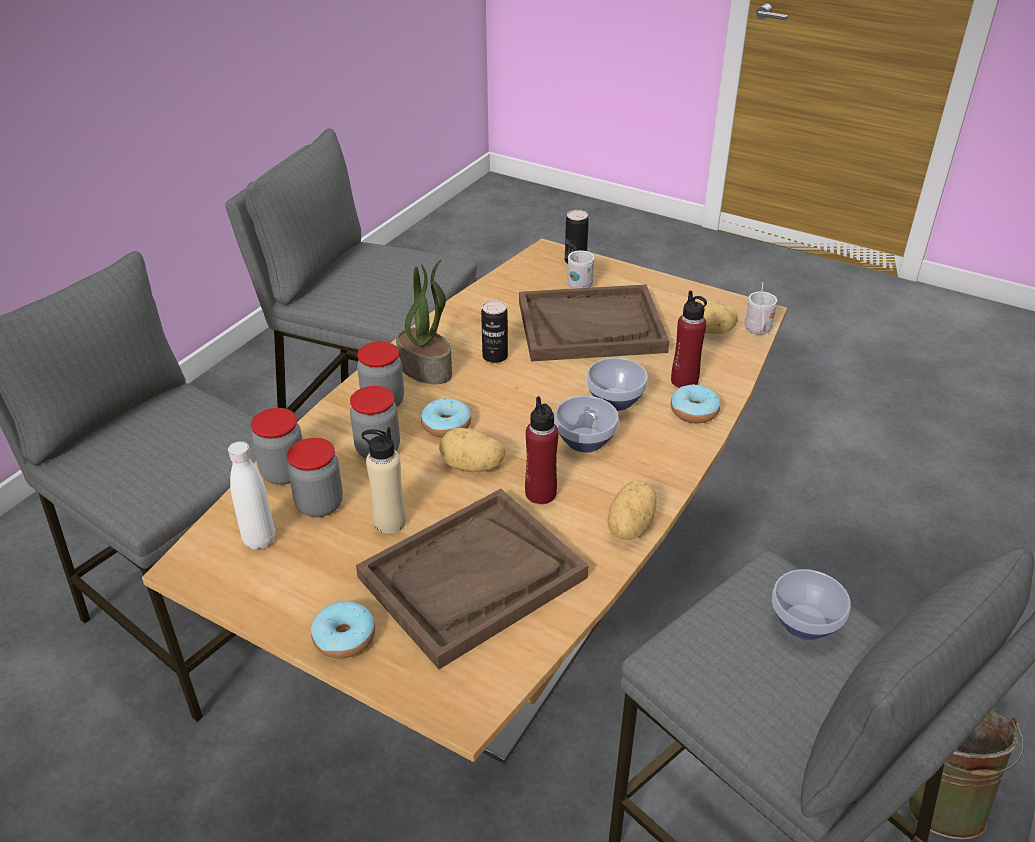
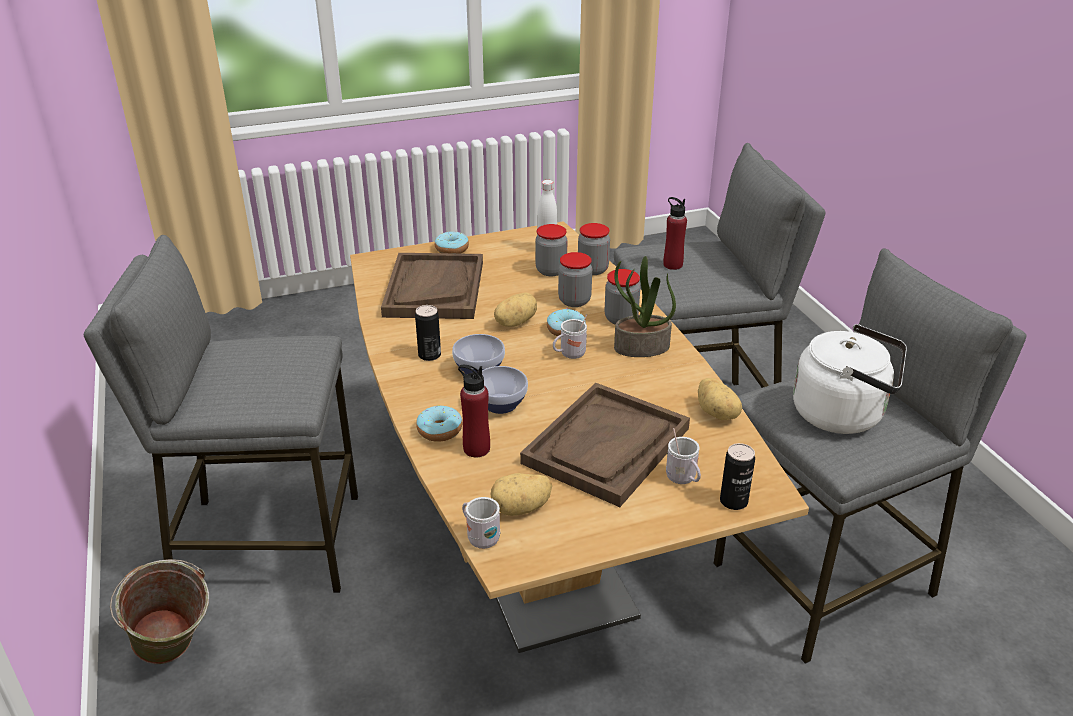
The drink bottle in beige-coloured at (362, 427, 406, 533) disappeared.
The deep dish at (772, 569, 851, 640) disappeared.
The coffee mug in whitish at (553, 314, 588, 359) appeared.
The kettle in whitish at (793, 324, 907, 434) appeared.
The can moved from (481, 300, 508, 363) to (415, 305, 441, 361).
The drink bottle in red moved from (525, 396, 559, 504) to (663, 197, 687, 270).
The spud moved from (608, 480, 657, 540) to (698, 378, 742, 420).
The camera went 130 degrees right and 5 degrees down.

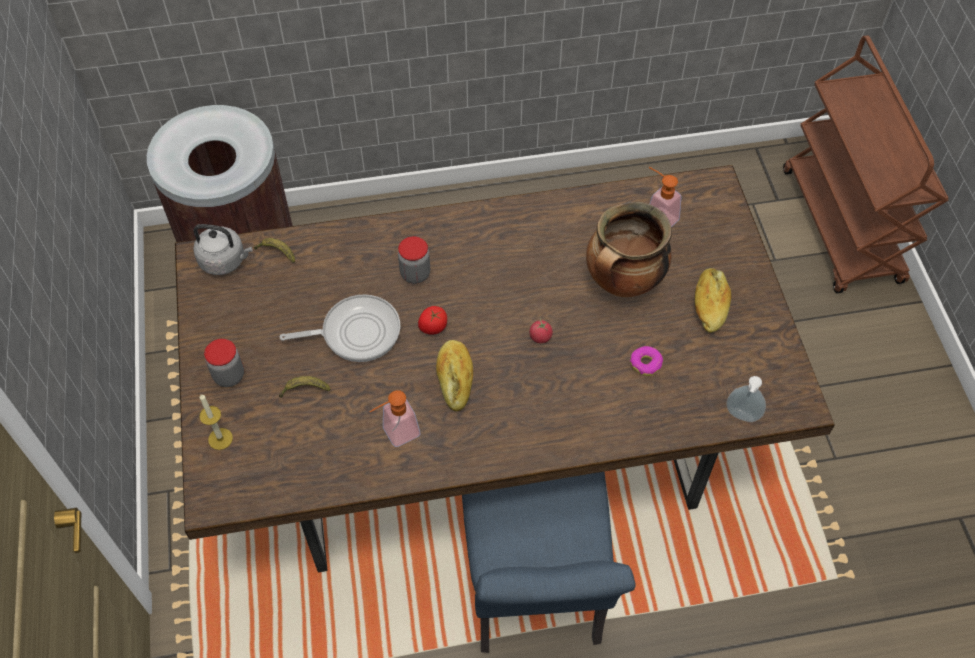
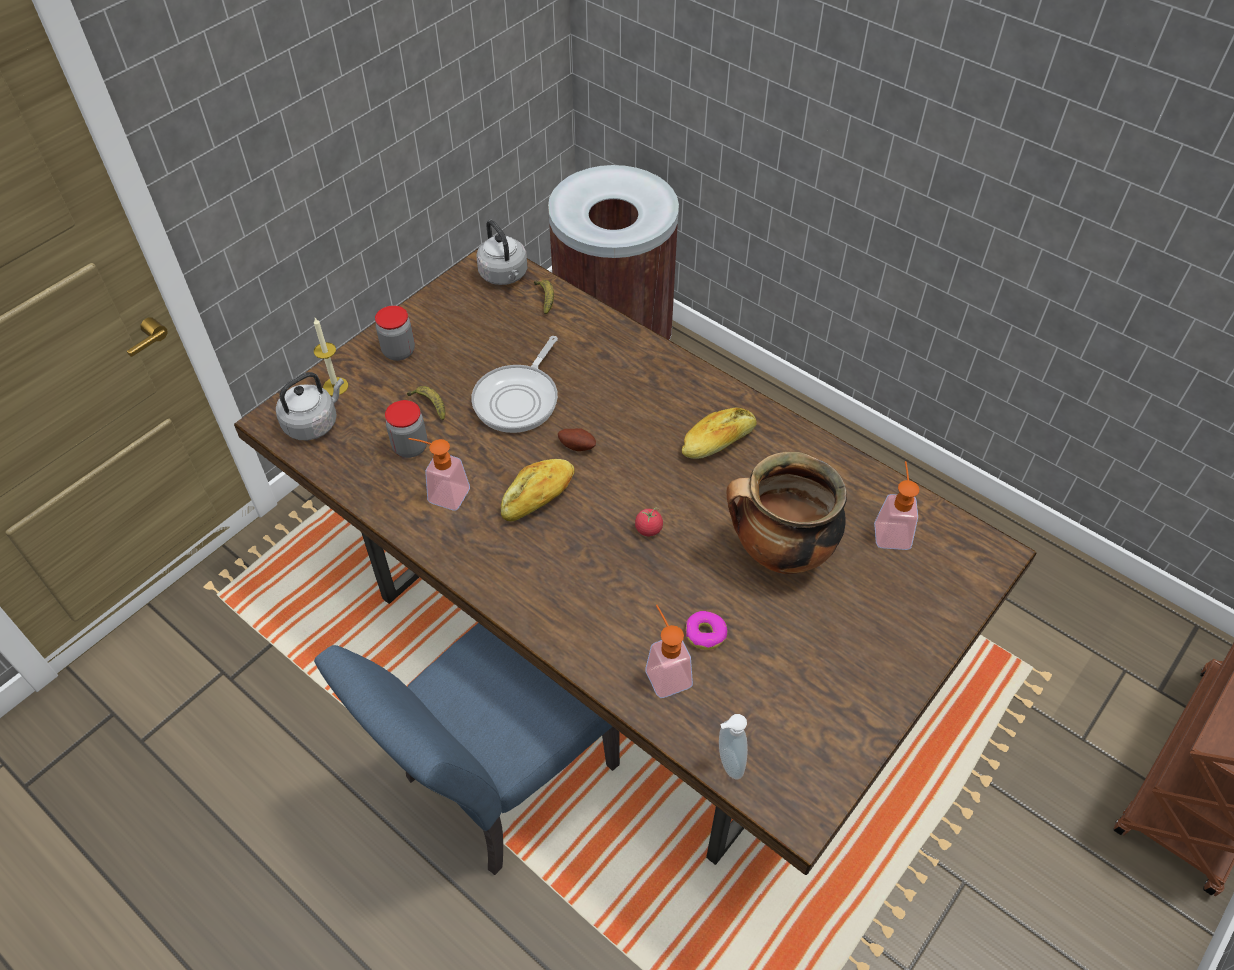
The kettle in greyish at (276, 372, 344, 440) appeared.
The liquid soap bottle at (646, 605, 693, 698) appeared.
The storage jar moved from (398, 236, 430, 284) to (385, 400, 428, 458).
The bakery bread moved from (695, 268, 731, 333) to (682, 408, 757, 459).
The tomato at (418, 306, 447, 335) was replaced by the spud at (558, 428, 596, 451).
The skillet at (280, 294, 400, 362) turned 75 degrees clockwise.
The camera went 50 degrees right and 5 degrees down.

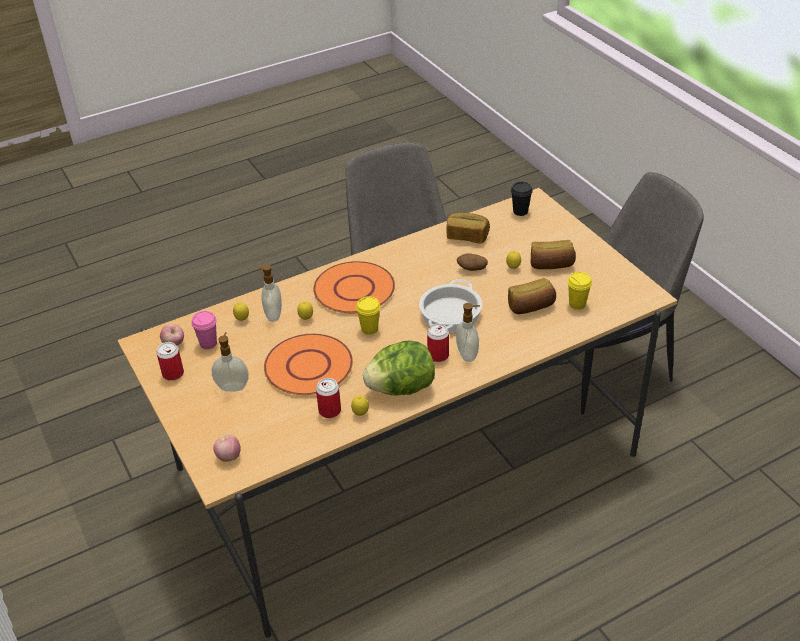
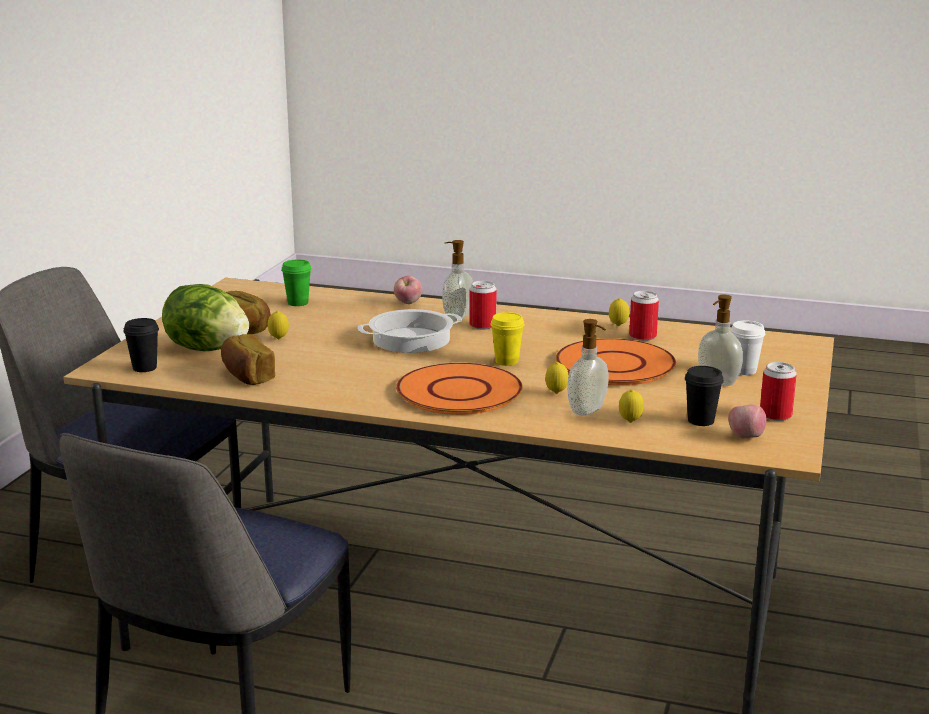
The spud at (457, 253, 488, 271) disappeared.
The bakery bread at (508, 278, 556, 314) disappeared.
The drinking cup in whitish at (730, 321, 765, 375) appeared.
The apple fruit moved from (213, 435, 241, 462) to (394, 276, 422, 304).
The lettuce moved from (363, 340, 435, 395) to (162, 284, 249, 351).
The drinking cup in pink at (191, 311, 217, 349) became the drinking cup in blackish at (685, 366, 724, 426).
The drinking cup in yellow at (567, 272, 592, 310) became the drinking cup in greenish at (281, 260, 312, 306).
The camera went 135 degrees left and 20 degrees down.

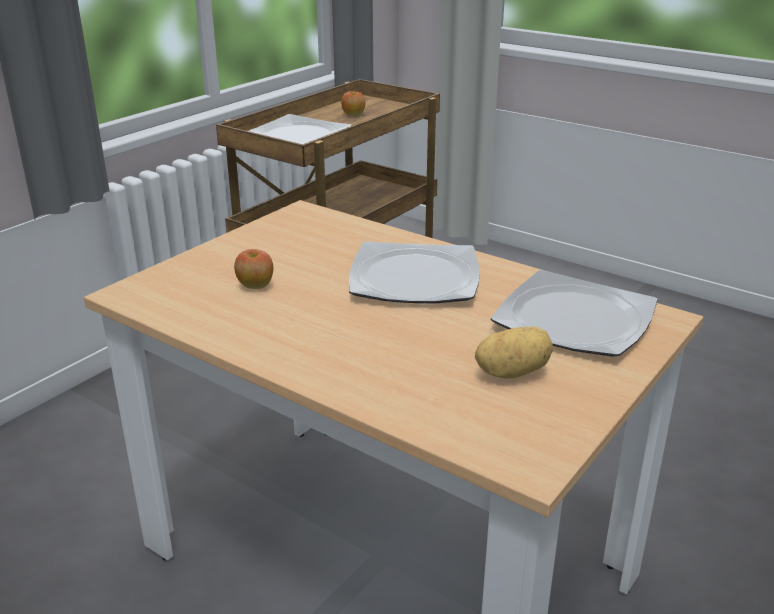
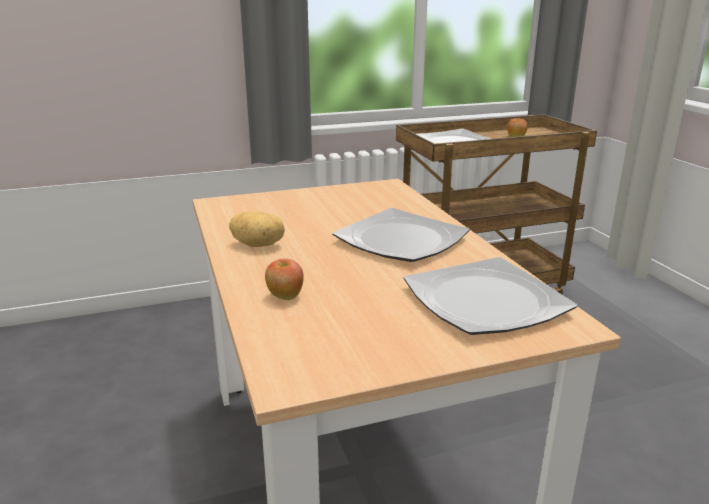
The apple fruit moved from (234, 249, 273, 289) to (265, 259, 304, 300).
The spud moved from (475, 327, 553, 378) to (229, 212, 285, 247).
The camera went 35 degrees right and 5 degrees down.

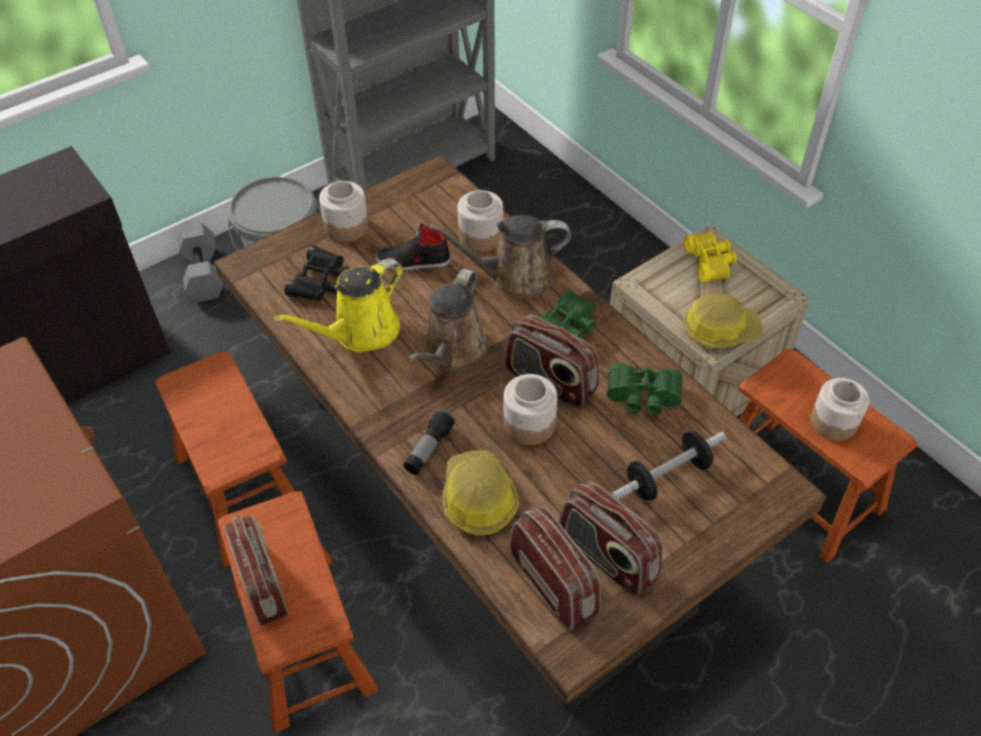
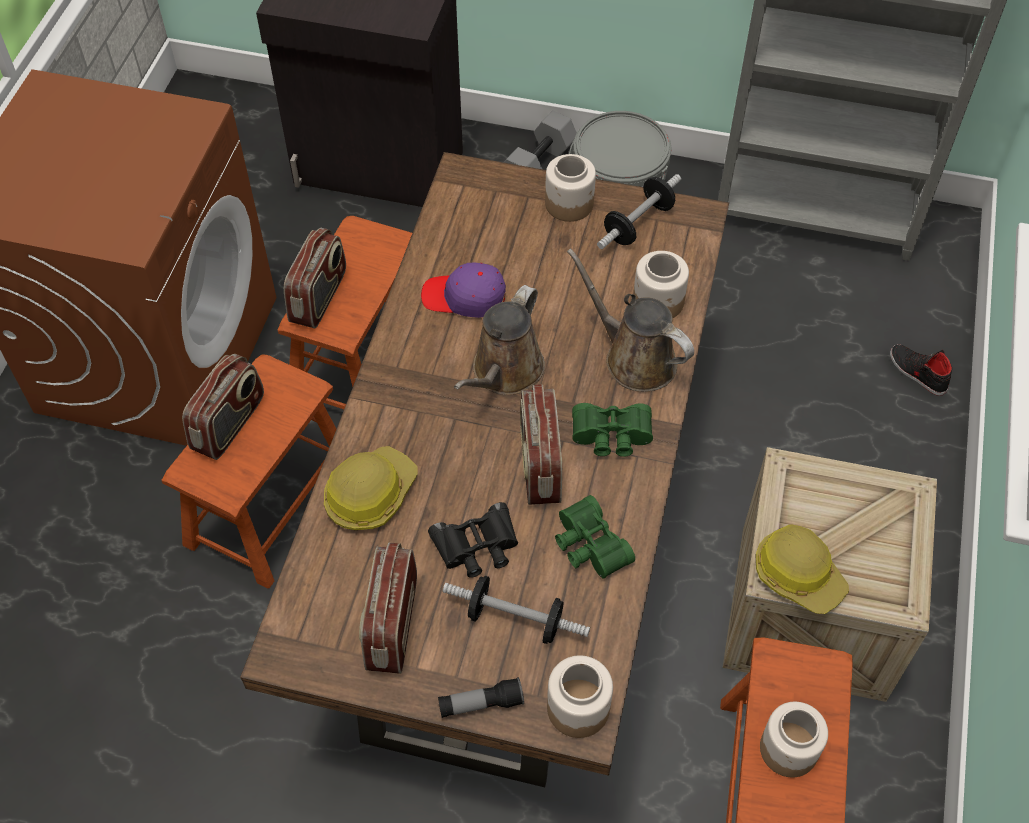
The field glasses in yellow at (684, 232, 737, 282) disappeared.
The hand weight at (597, 174, 681, 249) appeared.
The field glasses in blackish moved from (284, 245, 350, 301) to (428, 502, 518, 578).
The item of footwear in blackish moved from (376, 223, 451, 271) to (890, 344, 952, 395).
The flashlight moved from (403, 409, 456, 475) to (438, 677, 524, 718).
The storage jar moved from (504, 374, 558, 445) to (547, 655, 613, 738).
The radio receiver moved from (510, 506, 601, 631) to (284, 228, 346, 328).
The watering pot in yellow at (274, 258, 404, 352) was replaced by the baseball cap in purple at (421, 262, 506, 318).
The watering pot in brown at (408, 269, 488, 371) turned 45 degrees counterclockwise.
The camera went 50 degrees right and 5 degrees up.

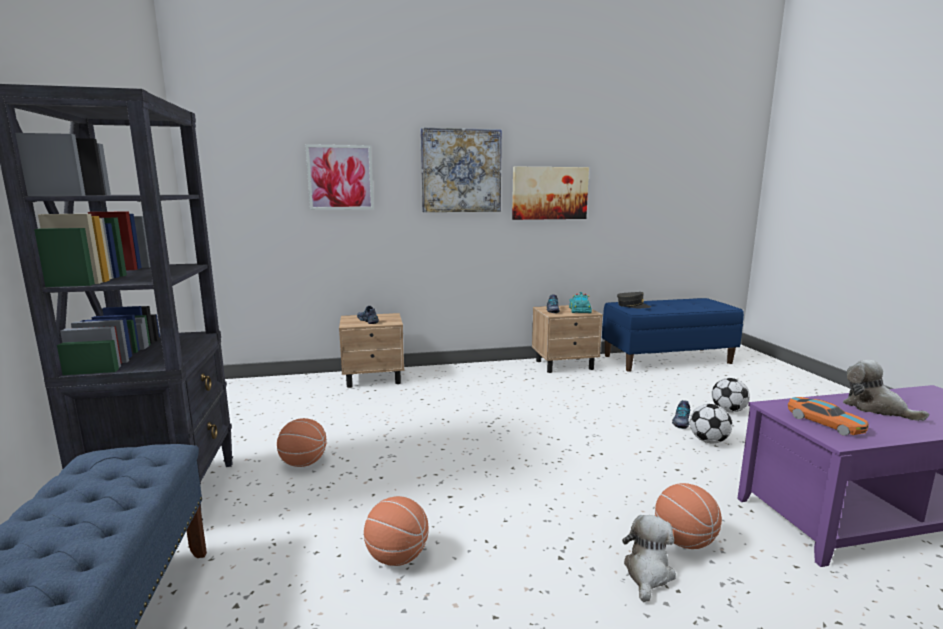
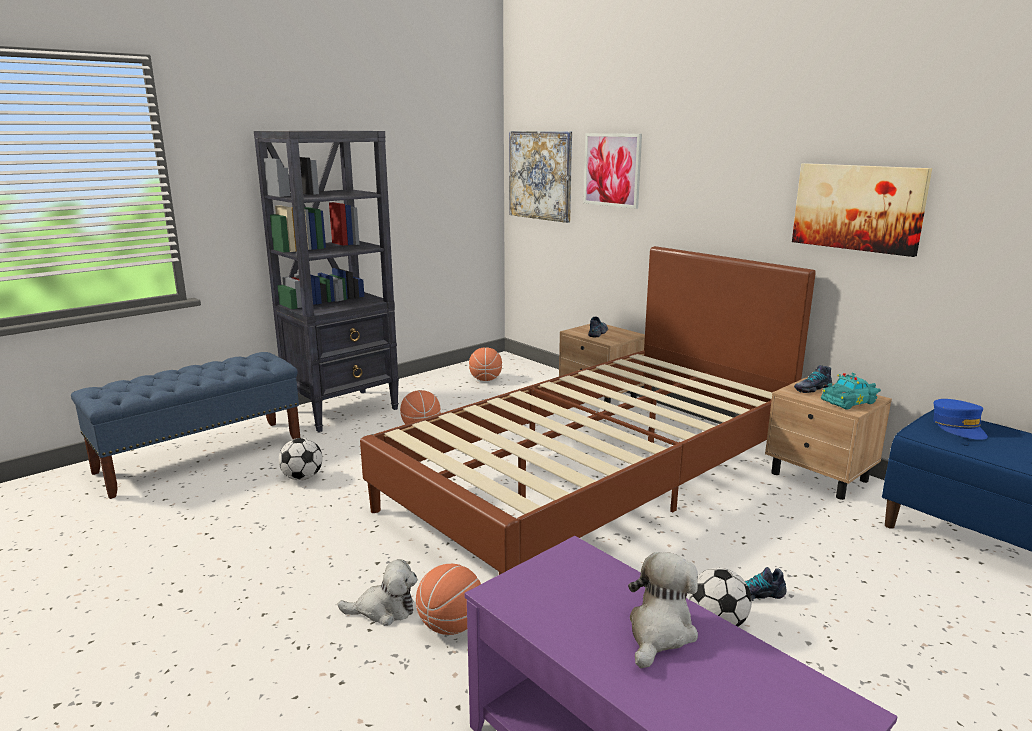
The toy car at (788, 397, 869, 436) disappeared.
The bedroom bed in brown at (360, 246, 816, 575) appeared.
The ball for basketball moved from (364, 496, 429, 566) to (469, 348, 502, 381).
The picture moved from (420, 127, 502, 212) to (509, 131, 572, 223).
The football moved from (712, 378, 750, 413) to (278, 438, 323, 480).
The baseball cap in greyish at (617, 292, 651, 308) became the baseball cap in bluish at (934, 399, 988, 440).
The camera went 60 degrees right and 5 degrees up.

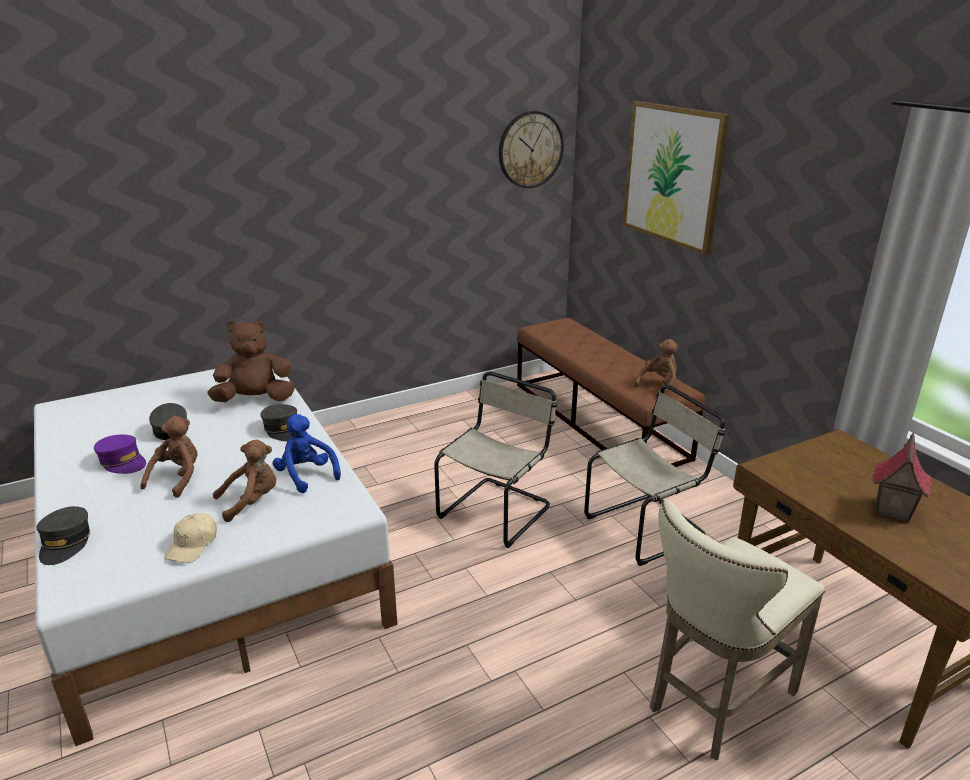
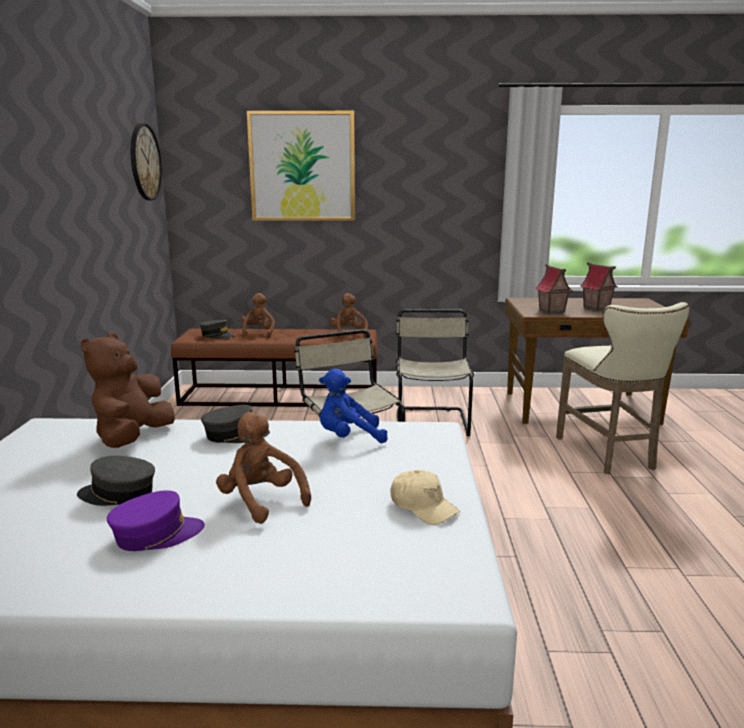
The toy house at (535, 264, 573, 314) appeared.
The baseball cap in greyish moved from (36, 506, 90, 565) to (199, 320, 234, 339).
The soft toy in brown moved from (213, 440, 276, 522) to (241, 293, 275, 338).
The camera went 60 degrees left and 10 degrees down.

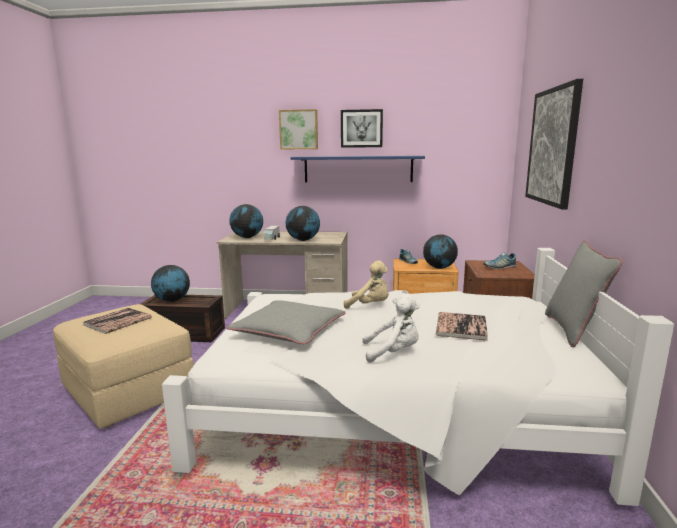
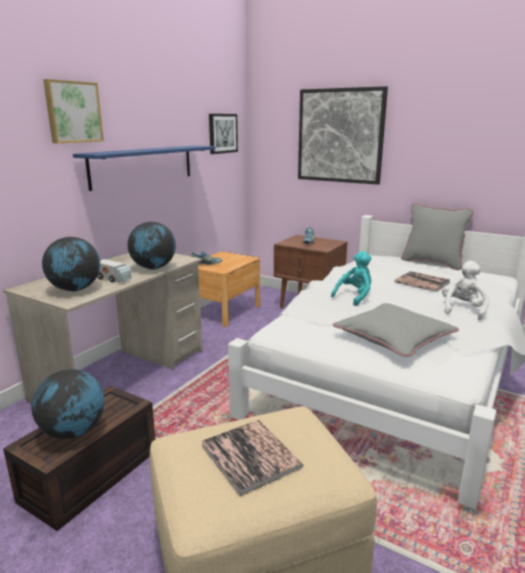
The globe at (423, 234, 458, 269) disappeared.
The picture moved from (341, 109, 383, 148) to (209, 114, 238, 154).
The soft toy in beige-coloured at (344, 260, 389, 309) became the soft toy in turquoise-coloured at (331, 251, 372, 306).
The camera went 65 degrees left and 5 degrees up.

